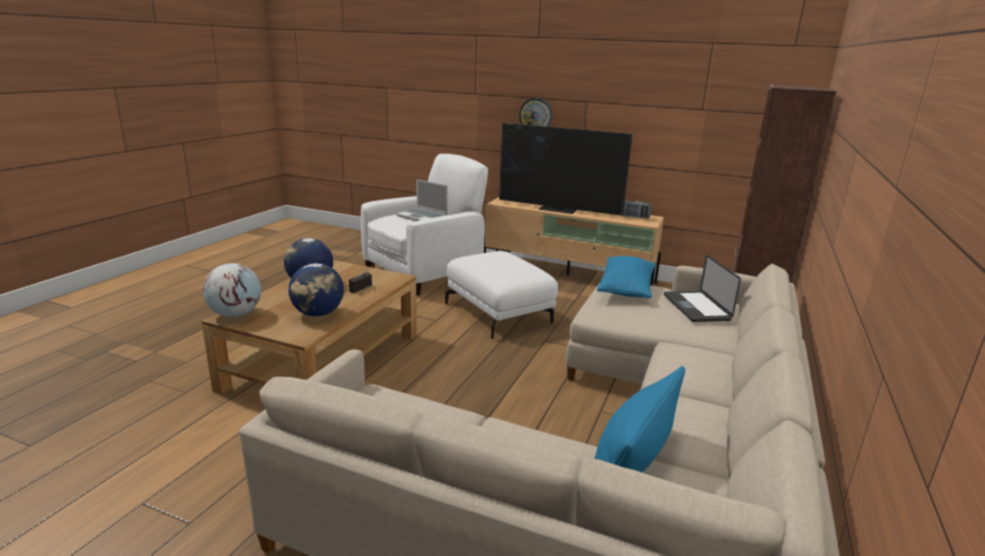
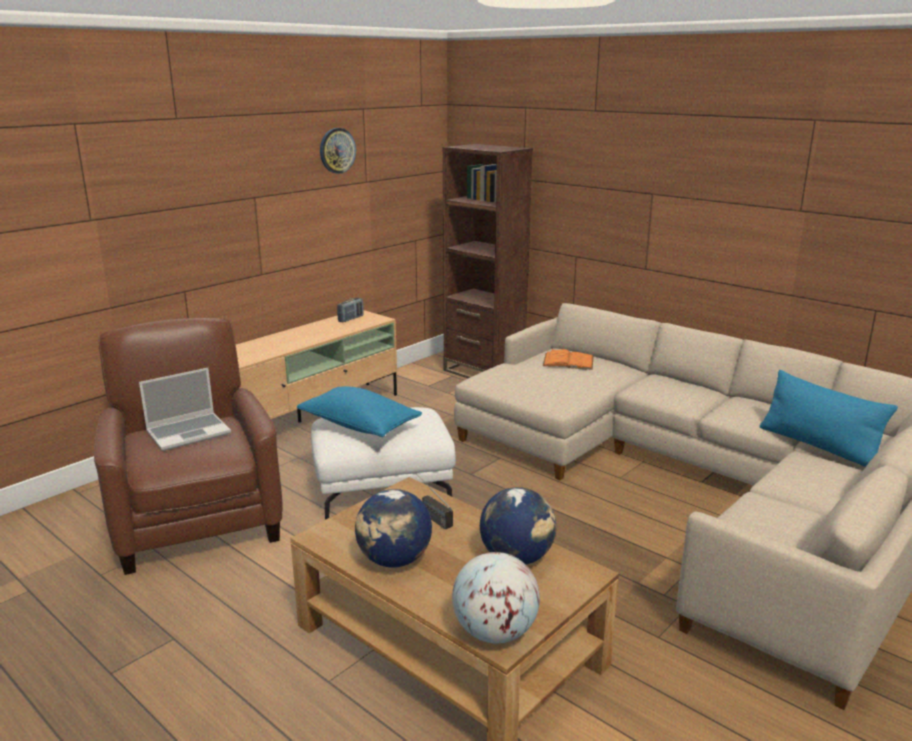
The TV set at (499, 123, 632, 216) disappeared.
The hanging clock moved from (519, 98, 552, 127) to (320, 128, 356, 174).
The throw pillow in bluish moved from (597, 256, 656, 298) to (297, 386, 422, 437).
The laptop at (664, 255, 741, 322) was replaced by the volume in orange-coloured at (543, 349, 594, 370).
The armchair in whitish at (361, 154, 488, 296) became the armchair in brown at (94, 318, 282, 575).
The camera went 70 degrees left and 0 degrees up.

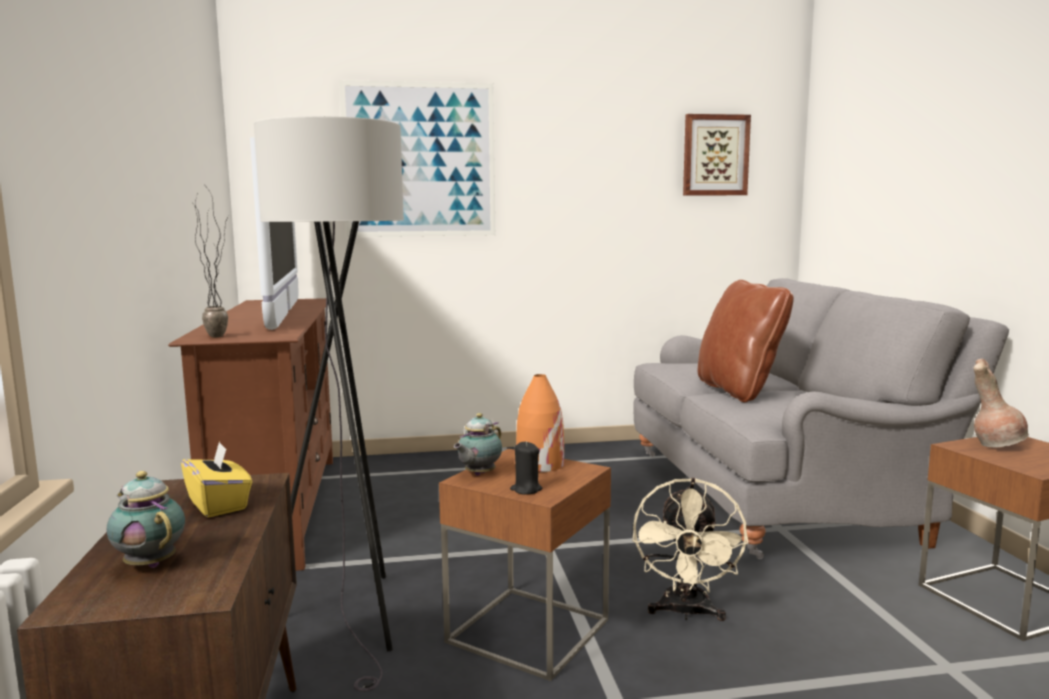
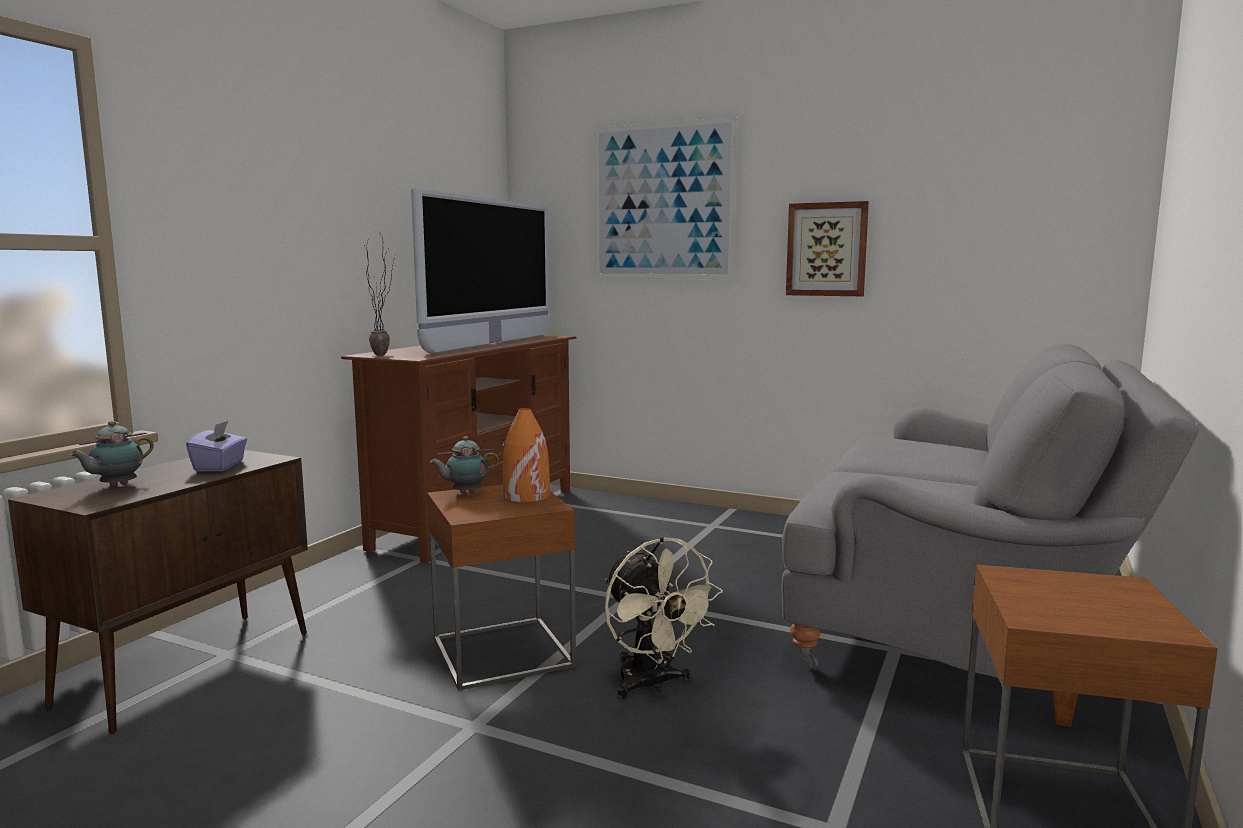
The floor lamp in greyish at (254, 116, 404, 692) disappeared.
The candle in blackish at (510, 442, 542, 495) disappeared.
The throw pillow in brown at (698, 280, 794, 403) disappeared.
The decorative vase in brown at (973, 358, 1029, 447) disappeared.
The picture moved from (683, 114, 751, 196) to (786, 201, 869, 296).
The box of tissues in yellow at (181, 441, 252, 518) became the box of tissues in purple at (186, 420, 247, 471).
The tea pot at (107, 471, 185, 568) turned 135 degrees counterclockwise.
The electric fan in beige-coloured at (632, 478, 749, 621) turned 75 degrees counterclockwise.
The camera went 35 degrees right and 0 degrees up.

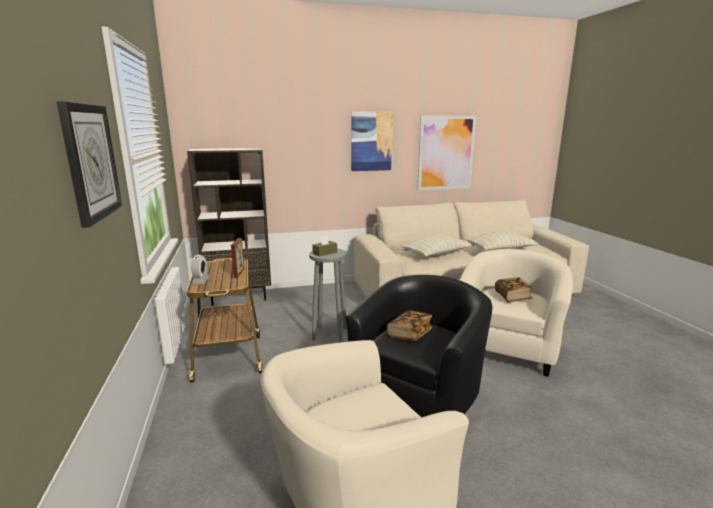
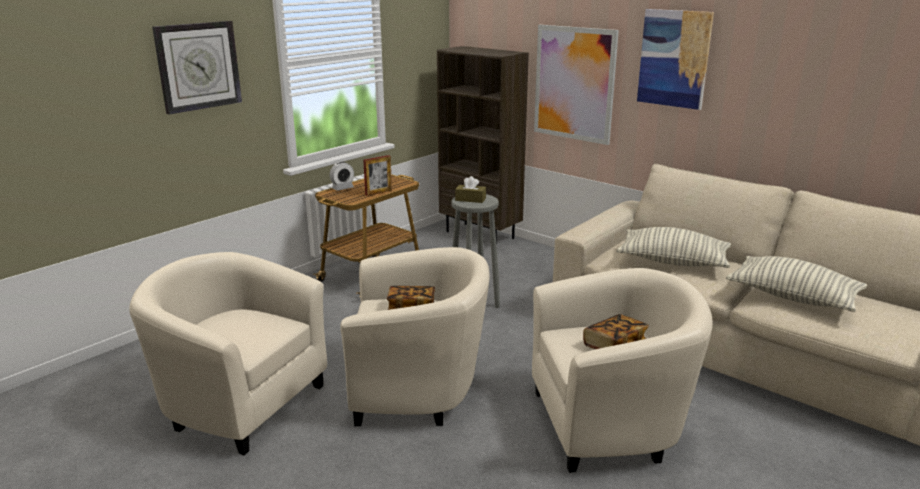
The picture moved from (417, 116, 476, 190) to (534, 25, 619, 145).
The armchair in blackish at (346, 275, 492, 417) became the armchair in beige-coloured at (340, 247, 490, 426).
The camera went 55 degrees right and 5 degrees up.

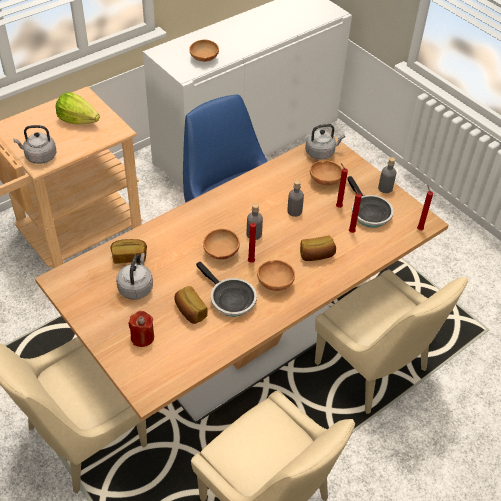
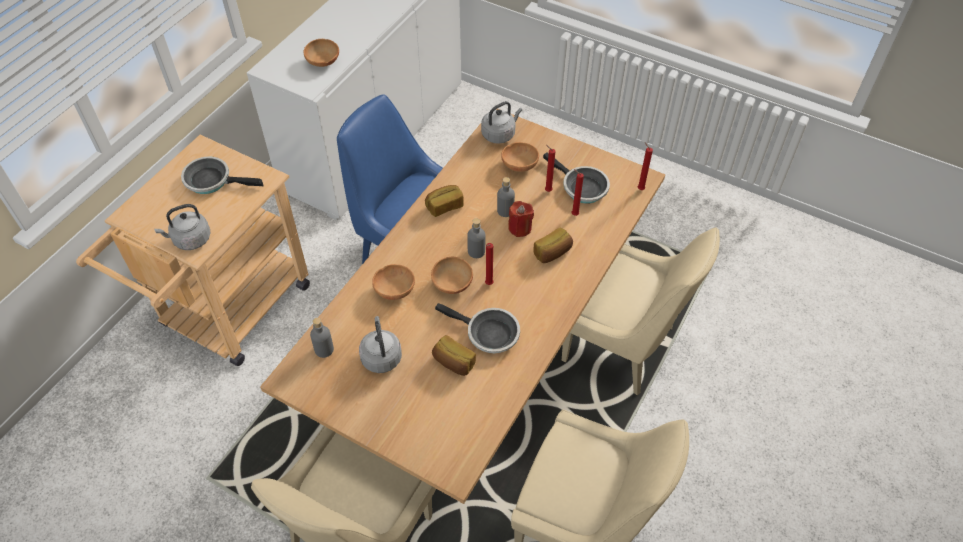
The bakery bread moved from (110, 239, 147, 264) to (425, 185, 464, 217).
The candle in red moved from (128, 311, 154, 347) to (508, 201, 534, 237).
The deep dish in brown moved from (257, 260, 295, 291) to (372, 264, 415, 300).
The drink bottle in greyish moved from (378, 157, 396, 193) to (310, 318, 334, 358).
The lettuce at (56, 92, 100, 124) was replaced by the skillet at (181, 156, 264, 194).
The camera went 20 degrees left and 5 degrees up.

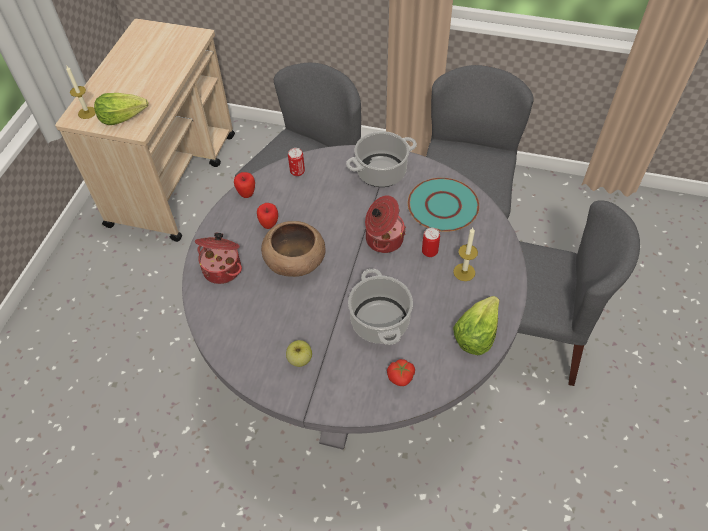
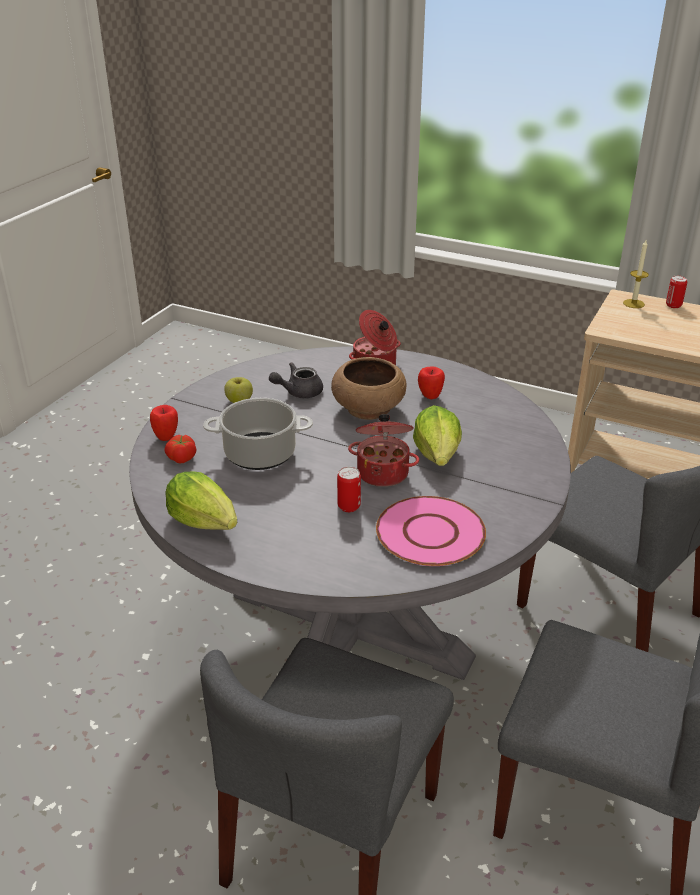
The saucepot at (346, 131, 417, 187) disappeared.
The candle at (453, 228, 478, 281) disappeared.
The tea pot in greyish at (269, 362, 323, 398) appeared.
The lettuce moved from (94, 93, 148, 125) to (413, 405, 462, 466).
The apple fruit moved from (234, 172, 255, 198) to (150, 405, 178, 441).
The can moved from (288, 148, 305, 176) to (666, 276, 687, 308).
The flat dish in turquoise-coloured at (408, 178, 479, 232) became the flat dish in pink at (376, 496, 486, 566).
The camera went 100 degrees right and 20 degrees down.

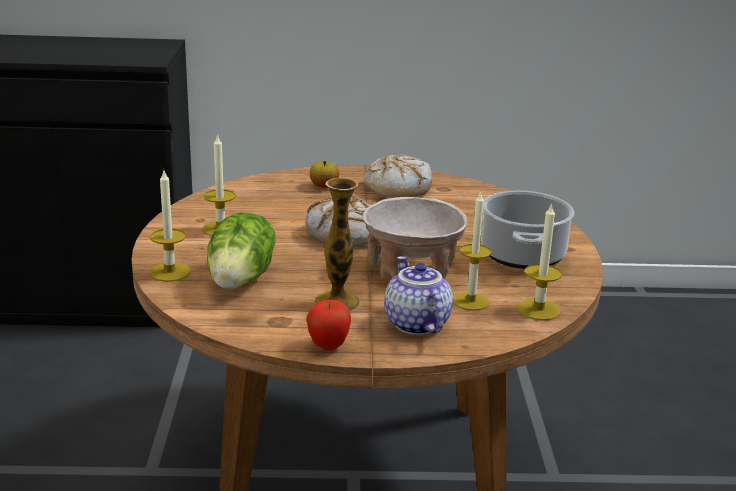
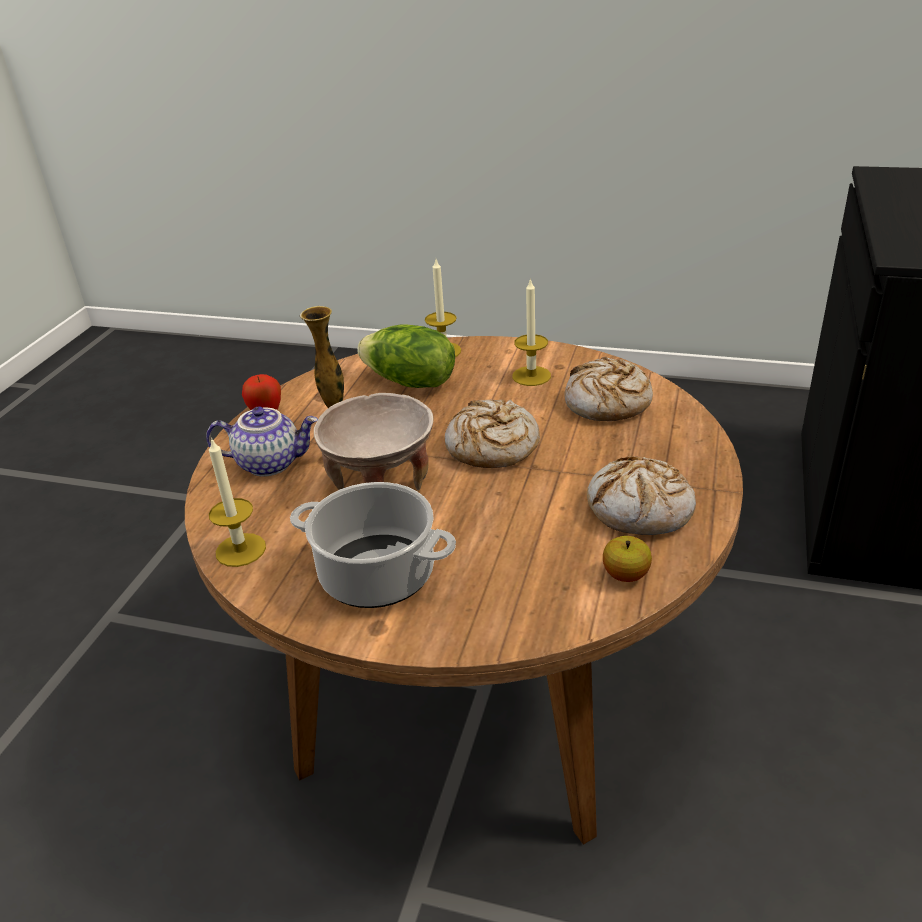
The candle at (453, 191, 491, 311) disappeared.
The bakery bread at (565, 356, 653, 421) appeared.
The apple fruit moved from (310, 161, 339, 188) to (603, 536, 652, 582).
The camera went 110 degrees right and 10 degrees up.

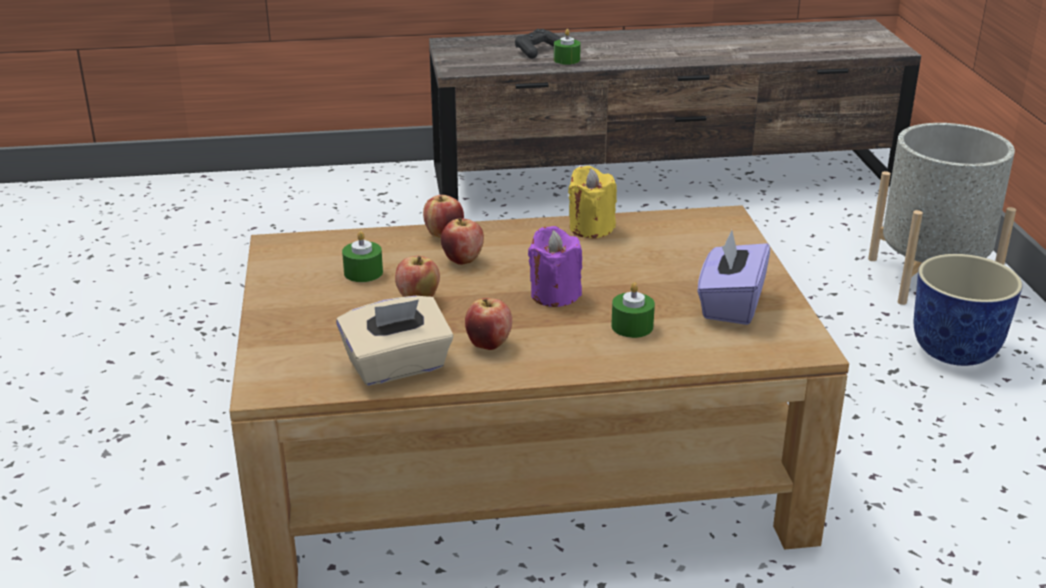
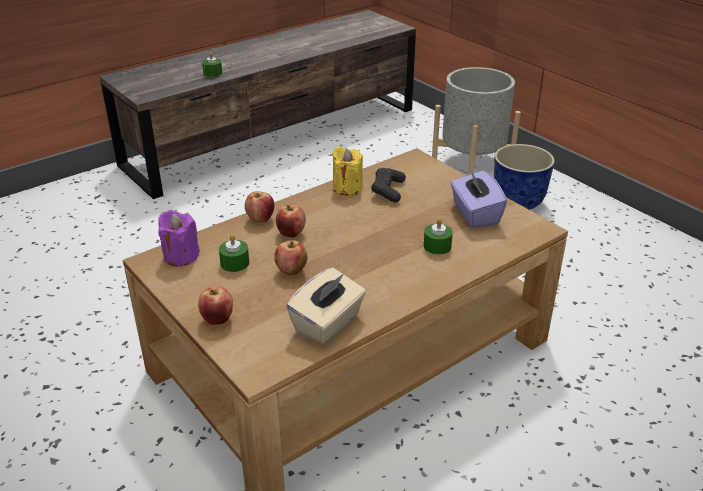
The apple fruit moved from (465, 298, 512, 350) to (198, 286, 233, 325).
The gamepad in blackish moved from (515, 29, 561, 59) to (371, 168, 406, 202).
The candle in purple moved from (528, 226, 582, 307) to (158, 210, 200, 266).
The camera went 30 degrees left and 5 degrees up.

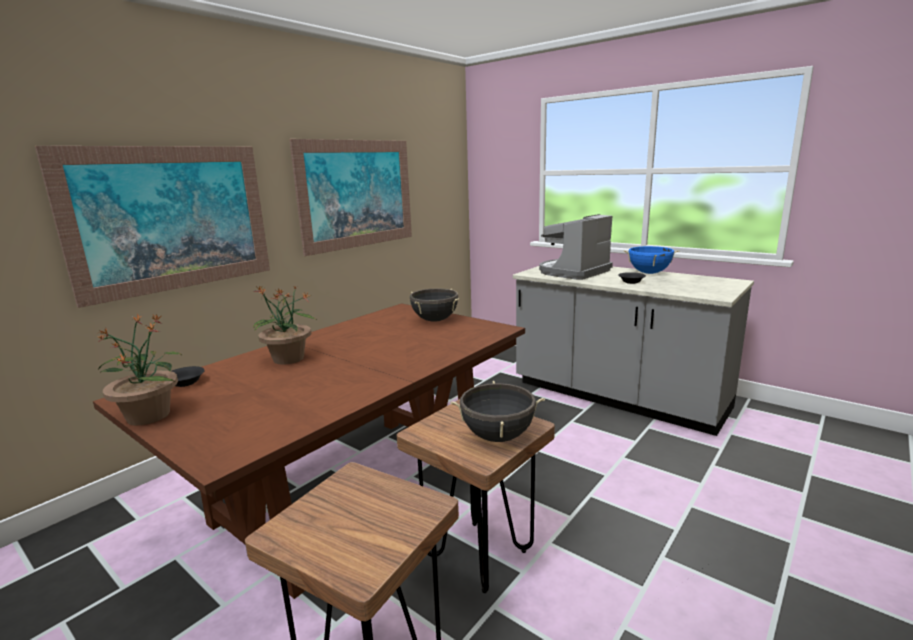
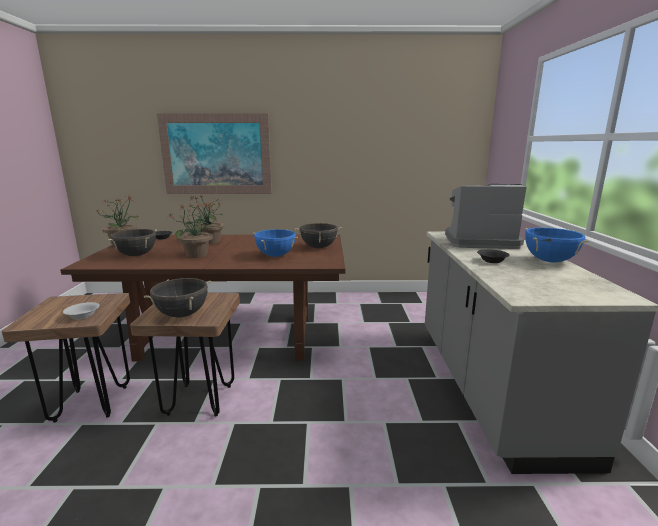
The picture at (289, 139, 412, 256) disappeared.
The deep dish in whitish at (63, 302, 99, 319) appeared.
The saucepot in blackish at (108, 229, 157, 256) appeared.
The plant in a pot at (168, 203, 222, 258) appeared.
The saucepot in bluish at (253, 229, 298, 257) appeared.
The camera went 50 degrees right and 0 degrees up.

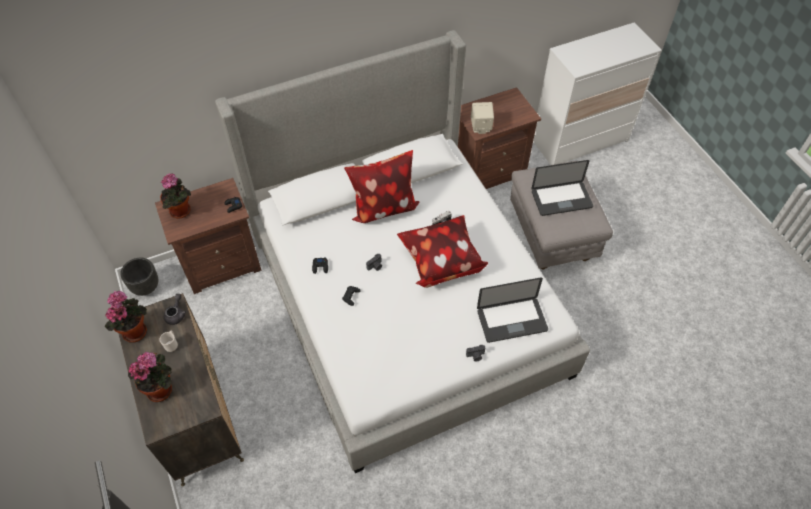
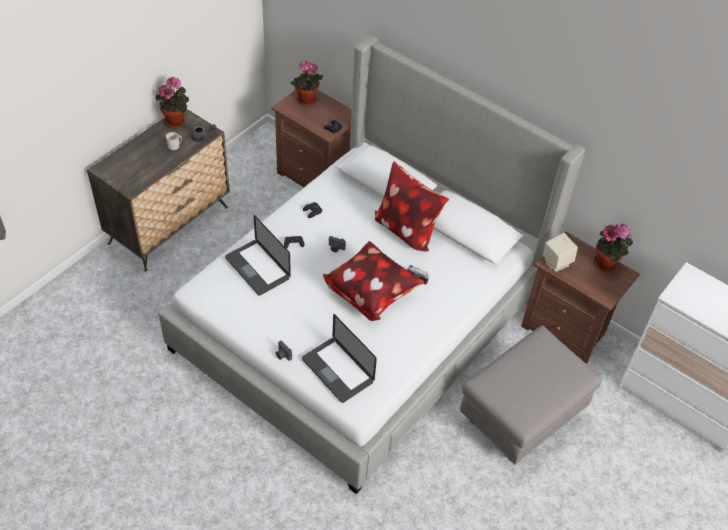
The plant pot in blackish at (120, 258, 158, 296) disappeared.
The plant in a pot moved from (128, 352, 172, 402) to (594, 223, 633, 272).
The laptop moved from (531, 160, 593, 216) to (225, 215, 291, 296).
The camera went 60 degrees right and 5 degrees down.

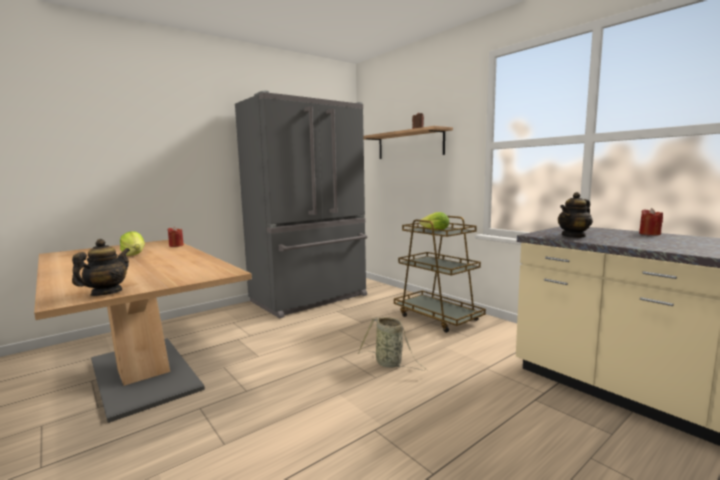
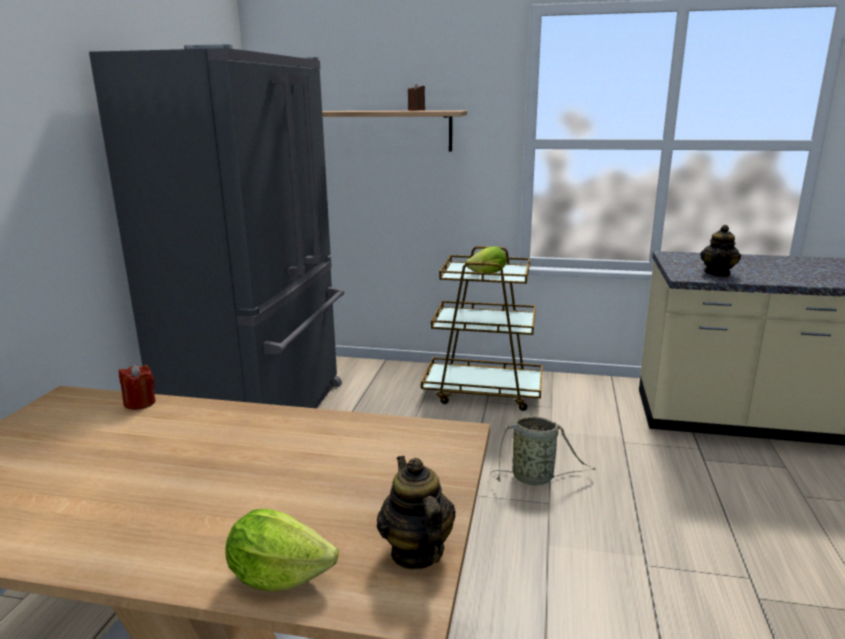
The candle in red at (639, 208, 663, 235) disappeared.
The lettuce moved from (120, 231, 145, 256) to (226, 509, 338, 592).
The camera went 40 degrees left and 10 degrees up.

